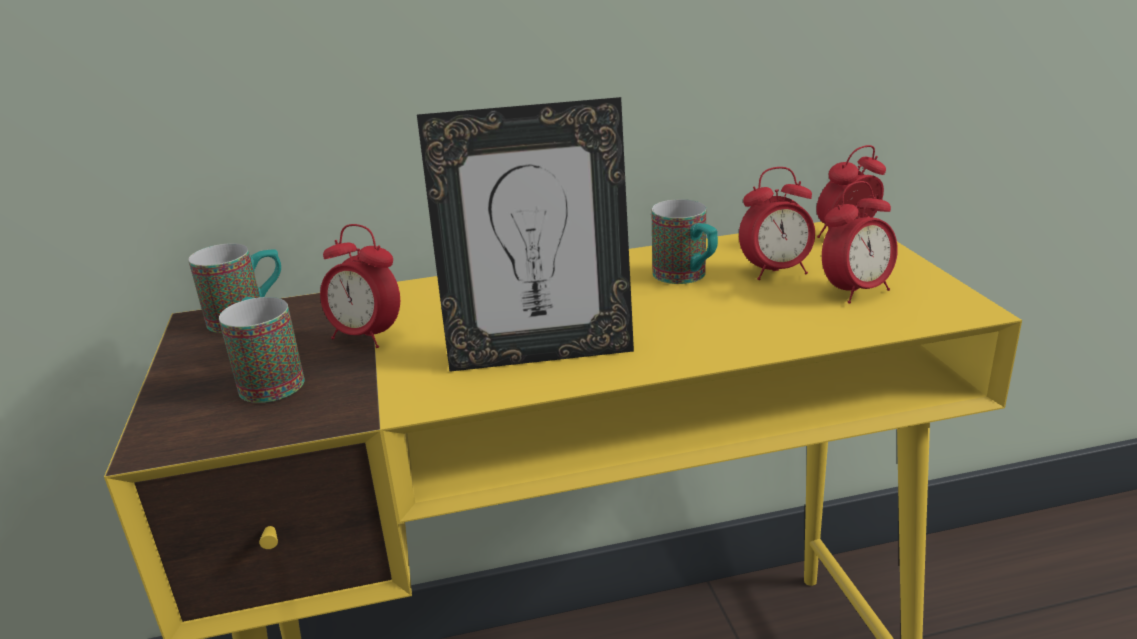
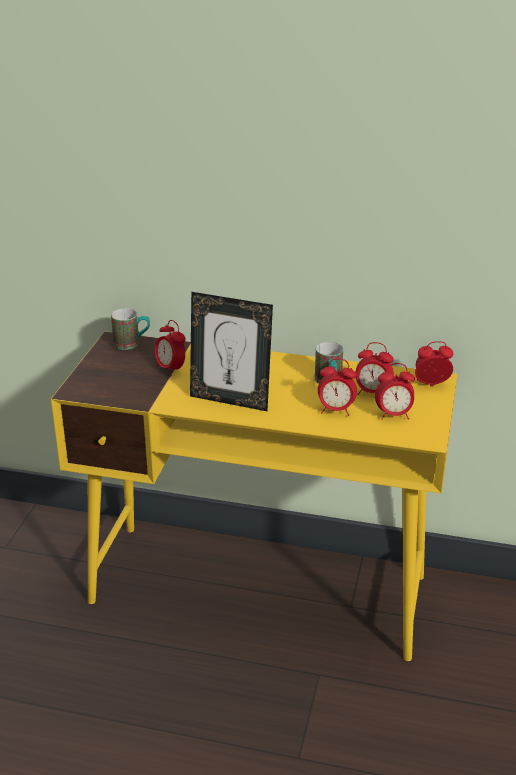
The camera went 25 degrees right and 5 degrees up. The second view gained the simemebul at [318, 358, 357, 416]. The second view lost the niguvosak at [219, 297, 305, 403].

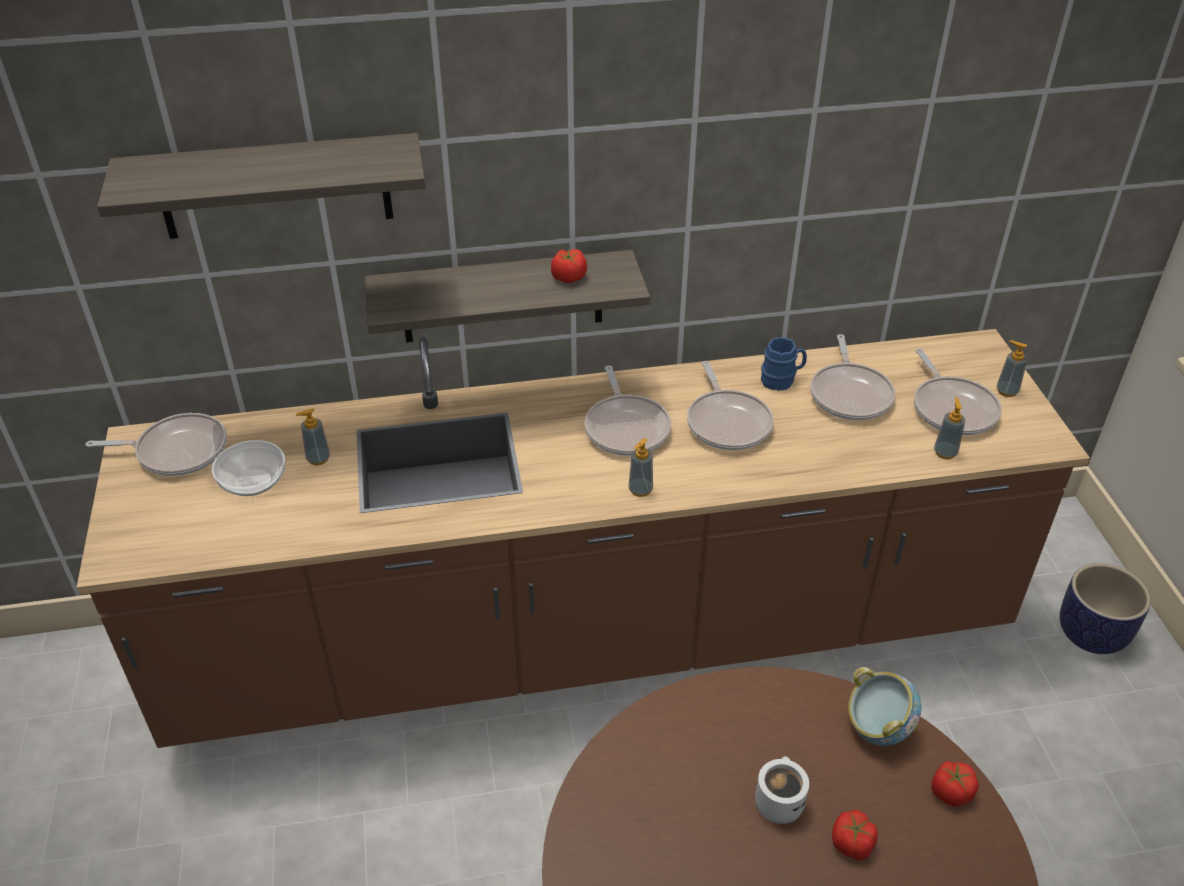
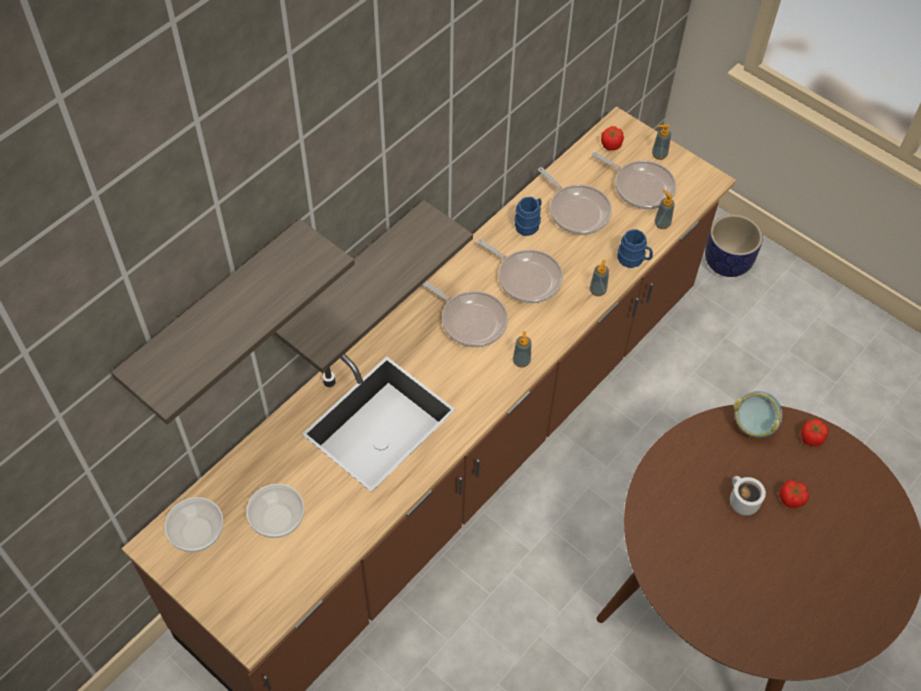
The camera went 40 degrees left and 15 degrees up. Where the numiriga stood at [86, 413, 227, 476], the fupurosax came to stand at [164, 497, 224, 552]. The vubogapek ended up elsewhere, having gone from [296, 408, 330, 466] to [589, 260, 609, 296]. The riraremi ended up elsewhere, having gone from [551, 249, 587, 283] to [601, 126, 624, 150]. The second view gained the niguvosak (blue) at [617, 229, 653, 268].

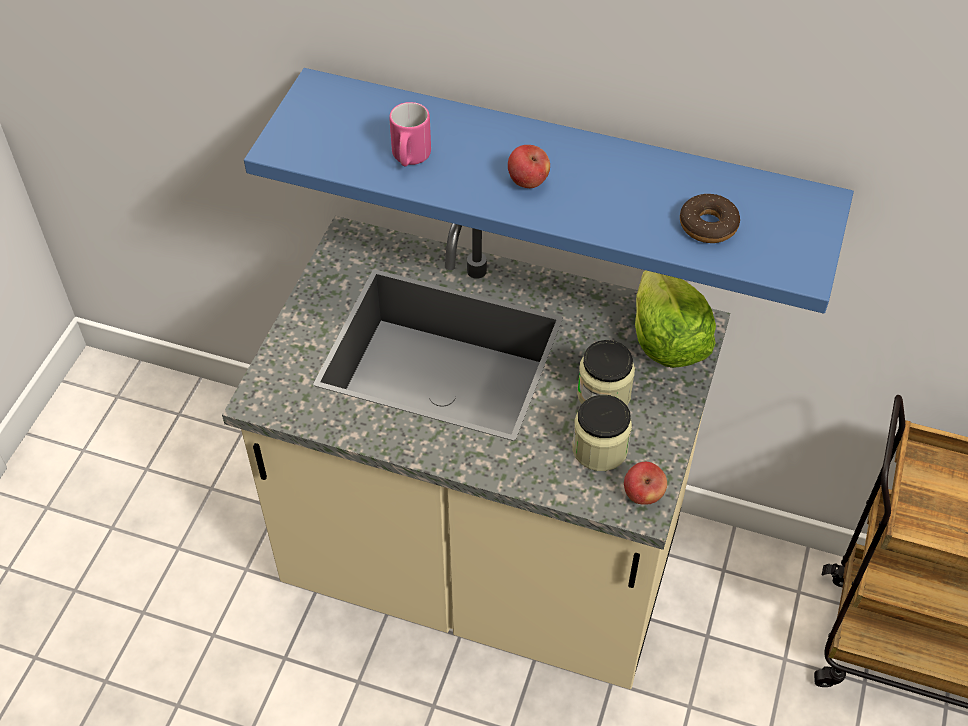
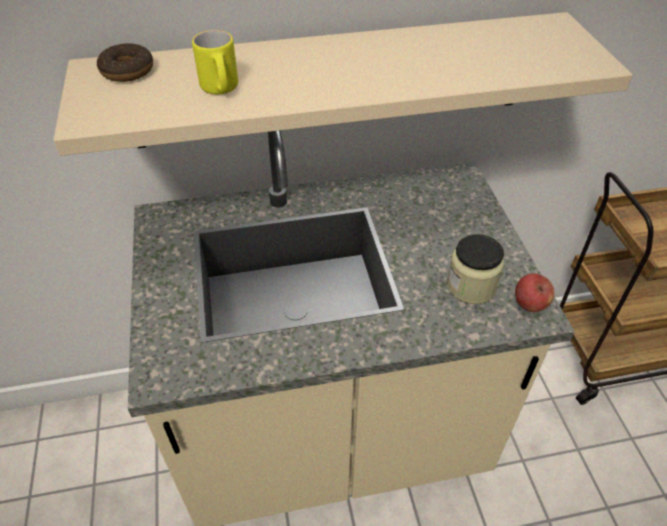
The camera went 30 degrees left and 5 degrees down. What was the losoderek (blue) at [244, 68, 854, 314] turned into the losoderek (beige) at [53, 12, 633, 156]. The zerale ended up elsewhere, having gone from [680, 194, 740, 243] to [97, 43, 153, 82]. What was the niguvosak (pink) at [389, 102, 431, 166] turned into the niguvosak (yellow) at [192, 30, 238, 95]. The second view lost the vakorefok at [508, 145, 550, 188]. The second view lost the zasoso at [577, 340, 635, 406]. The second view lost the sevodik at [635, 270, 716, 368].

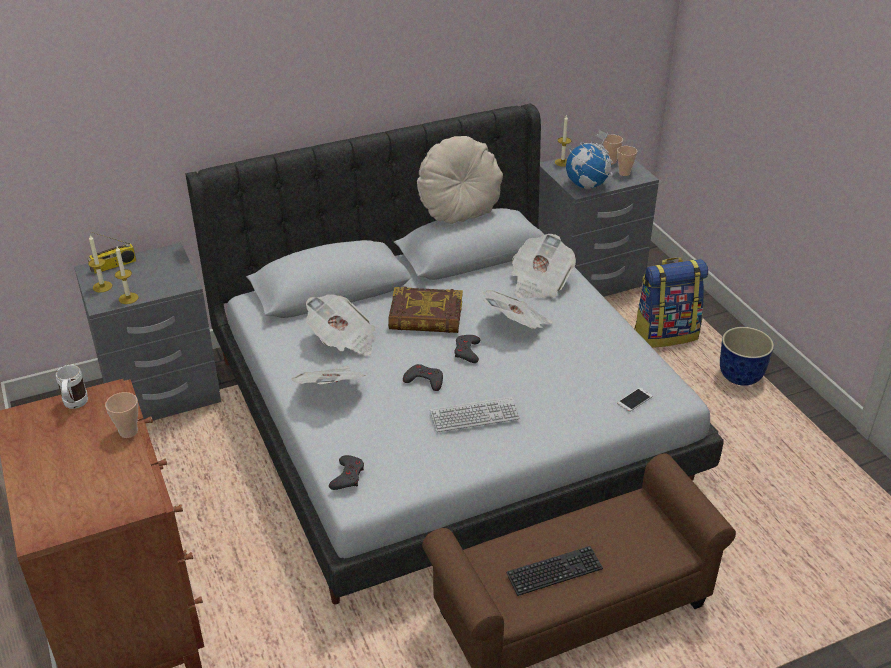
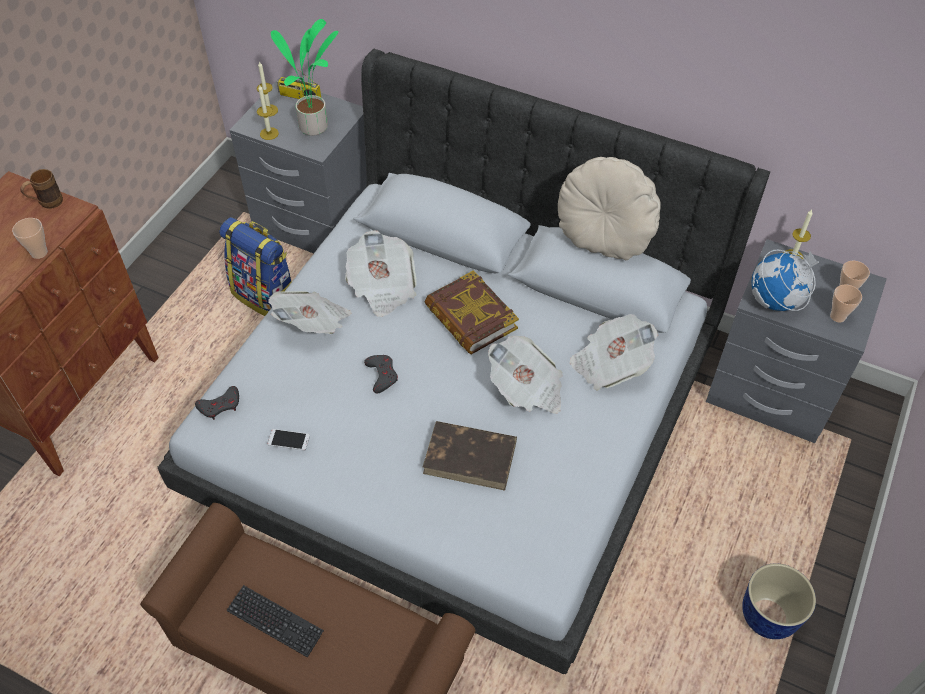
The camera went 50 degrees right and 15 degrees up. What was the niguvosak (white) at [56, 365, 88, 409] turned into the niguvosak (brown) at [20, 169, 63, 209]. The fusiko ended up elsewhere, having gone from [634, 257, 708, 348] to [219, 217, 292, 316]. The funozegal ended up elsewhere, having gone from [617, 388, 653, 412] to [267, 429, 310, 451]. The second view gained the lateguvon at [271, 19, 339, 136]. The second view gained the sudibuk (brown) at [423, 421, 517, 491]. The second view lost the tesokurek at [430, 396, 520, 432]. The second view lost the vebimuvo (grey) at [454, 335, 480, 363].

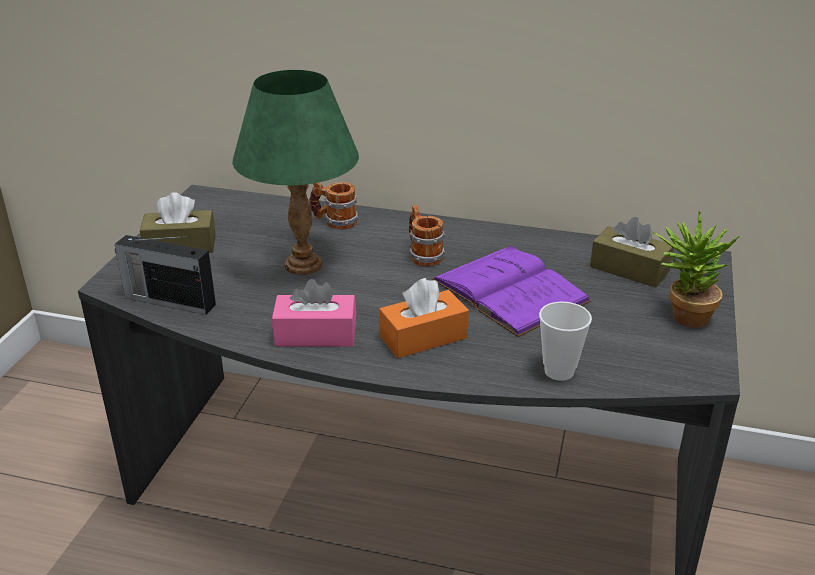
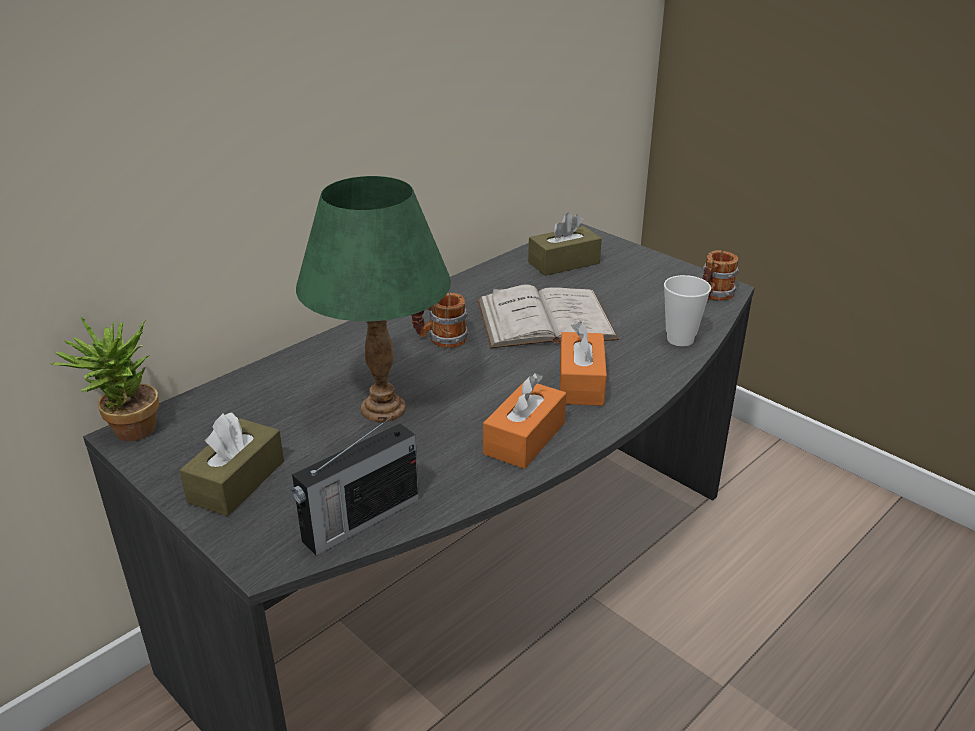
The camera went 60 degrees left and 0 degrees up. The lateguvon ended up elsewhere, having gone from [653, 210, 741, 328] to [50, 317, 159, 441]. What was the sudibuk (purple) at [432, 245, 592, 337] turned into the sudibuk (white) at [477, 285, 619, 348]. What was the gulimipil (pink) at [272, 279, 356, 346] turned into the gulimipil (orange) at [483, 373, 566, 469]. The niguvosak ended up elsewhere, having gone from [309, 182, 359, 230] to [702, 250, 739, 301].

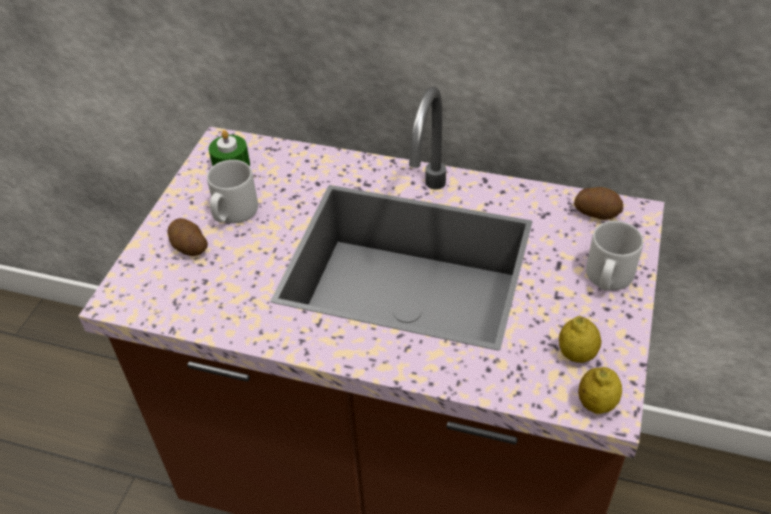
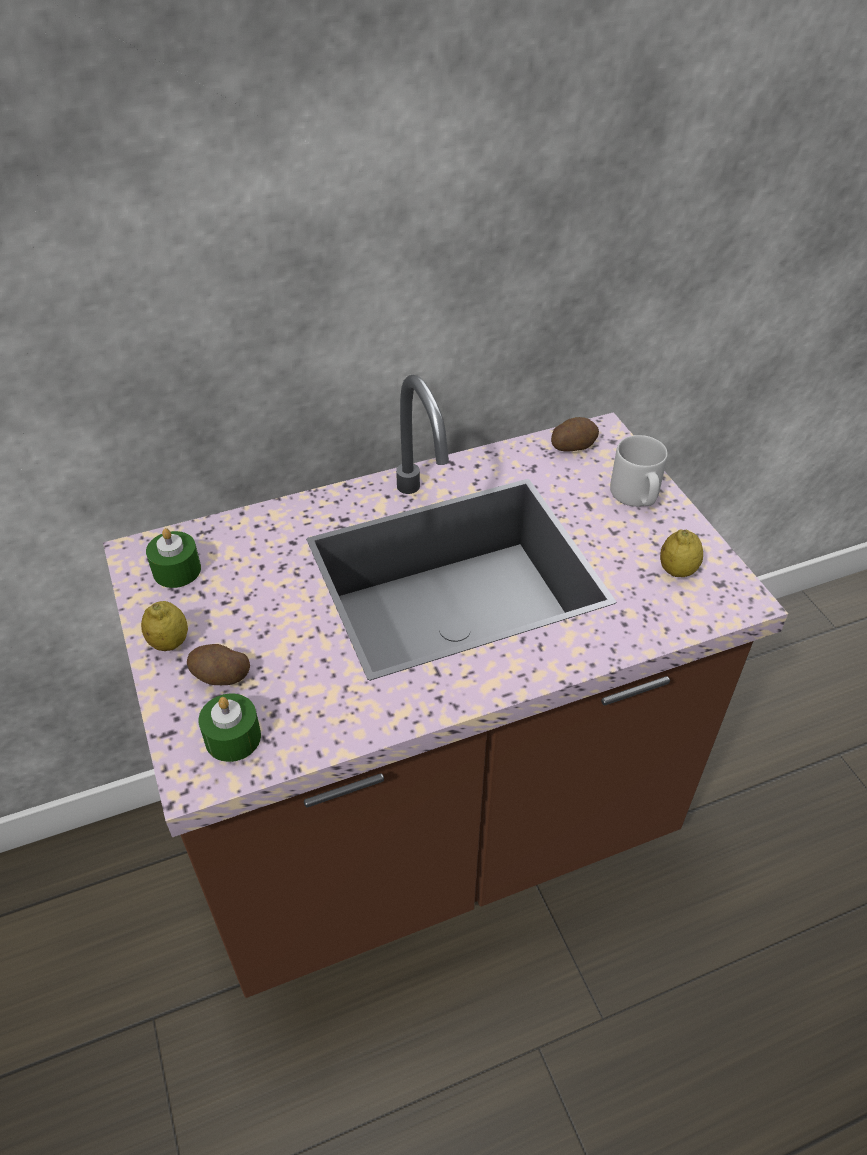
The camera went 40 degrees left and 0 degrees up. The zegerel ended up elsewhere, having gone from [578, 367, 622, 414] to [141, 601, 188, 651]. The second view gained the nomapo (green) at [198, 694, 261, 762]. The second view lost the niguvosak (grey) at [207, 160, 258, 223].

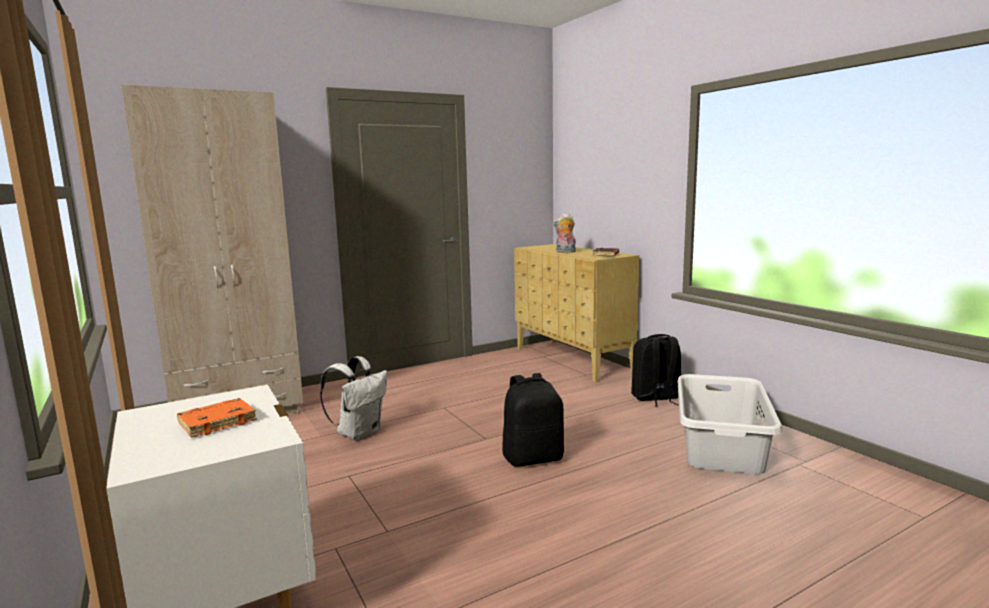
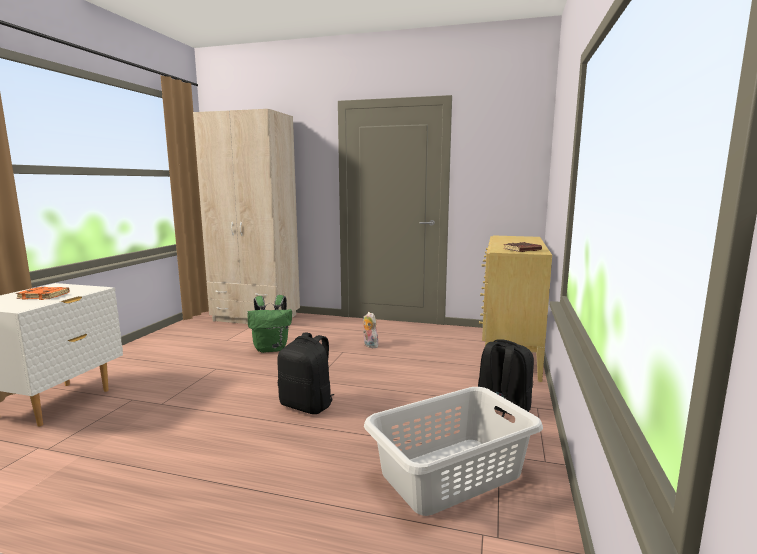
The camera went 45 degrees right and 0 degrees up. What was the fusiko (white) at [320, 356, 387, 441] turned into the fusiko (green) at [247, 295, 292, 353]. The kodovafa ended up elsewhere, having gone from [553, 213, 577, 253] to [363, 312, 379, 348].

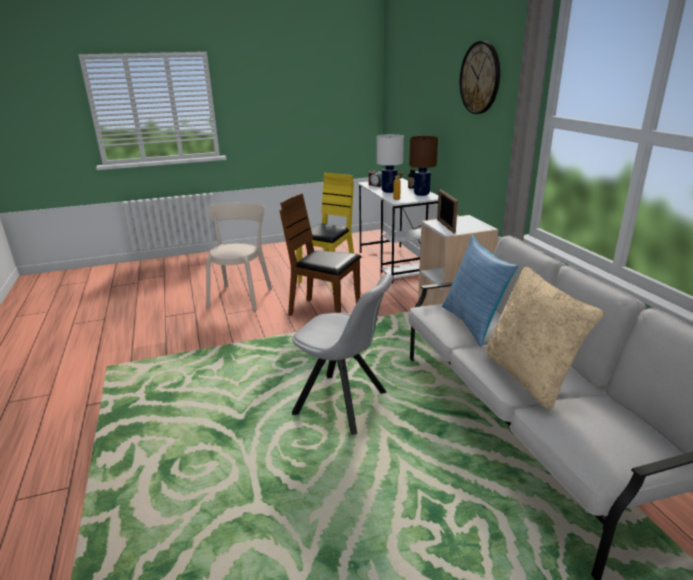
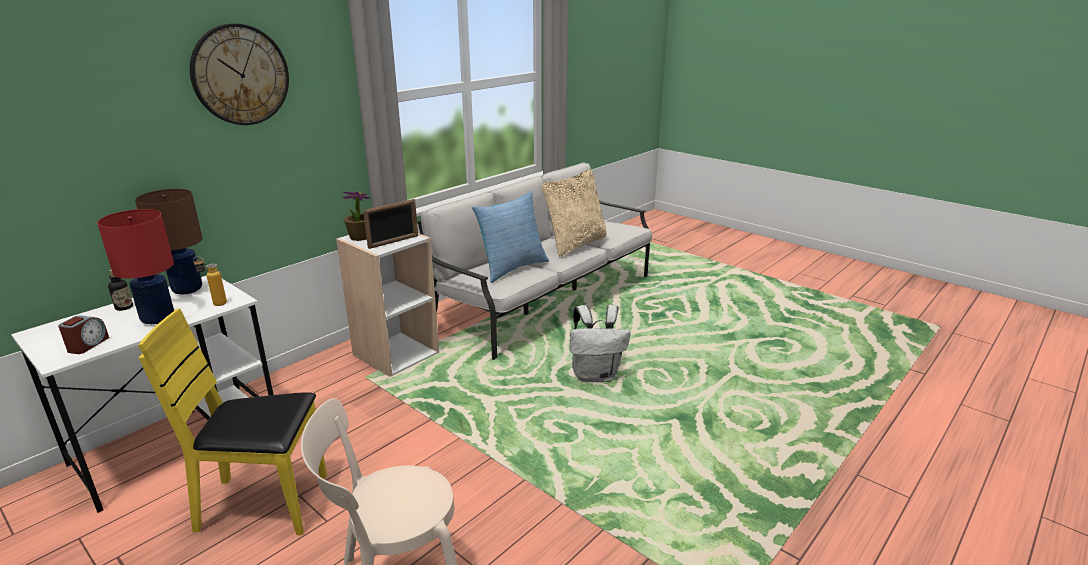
The camera went 120 degrees left and 0 degrees up. What was the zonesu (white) at [377, 134, 404, 193] turned into the zonesu (red) at [97, 209, 174, 325]. The second view gained the lateguvon at [341, 191, 371, 241]. Where the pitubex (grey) stood at [292, 274, 393, 435], the fusiko (white) came to stand at [570, 305, 630, 382]. The second view lost the pitubex (brown) at [279, 193, 361, 316].

